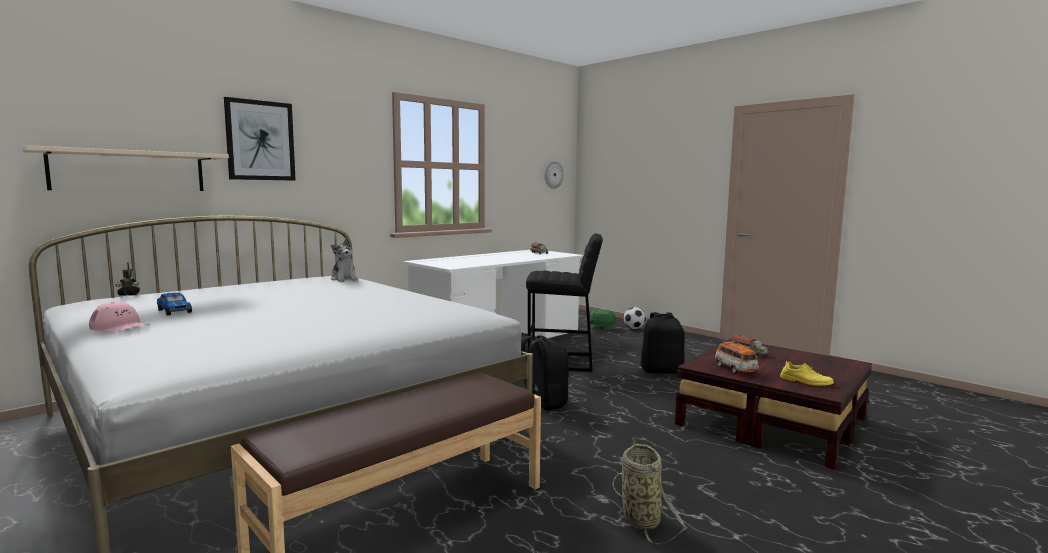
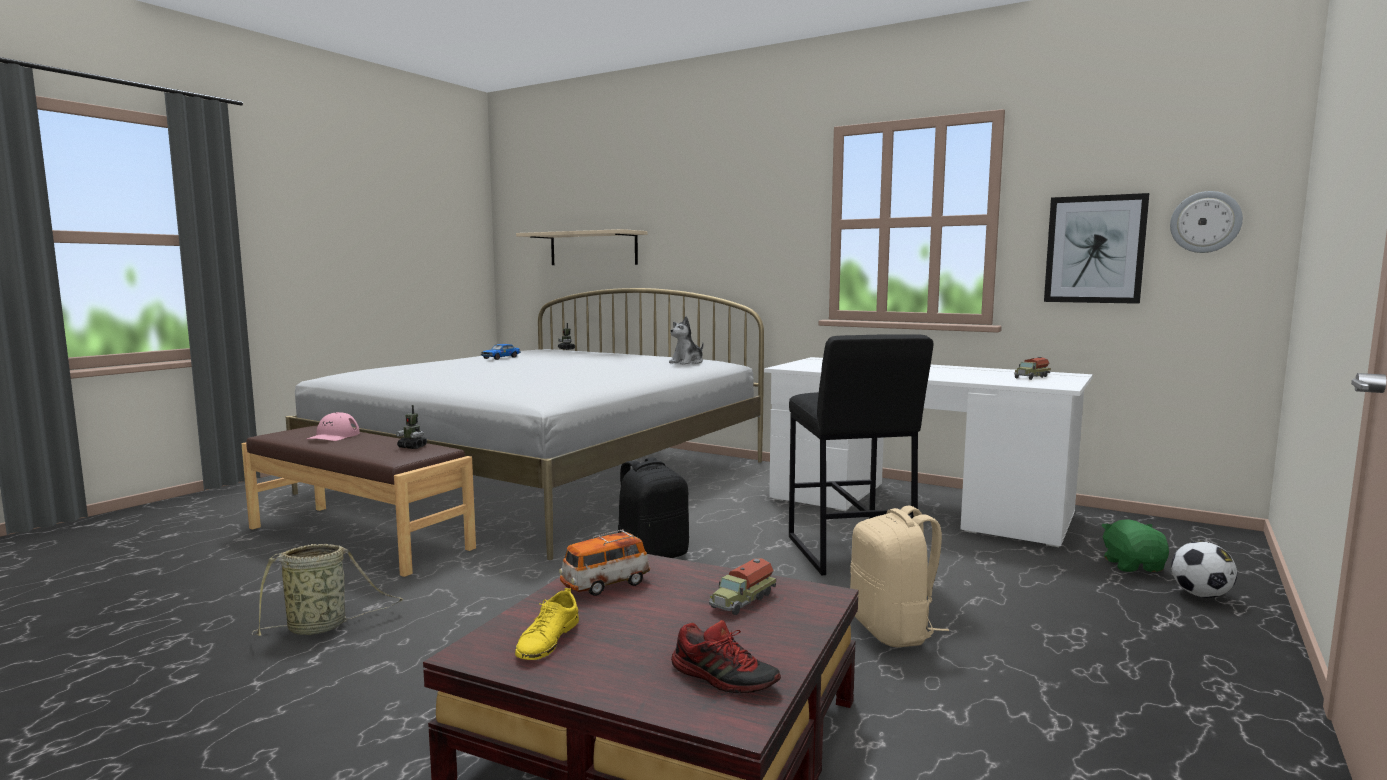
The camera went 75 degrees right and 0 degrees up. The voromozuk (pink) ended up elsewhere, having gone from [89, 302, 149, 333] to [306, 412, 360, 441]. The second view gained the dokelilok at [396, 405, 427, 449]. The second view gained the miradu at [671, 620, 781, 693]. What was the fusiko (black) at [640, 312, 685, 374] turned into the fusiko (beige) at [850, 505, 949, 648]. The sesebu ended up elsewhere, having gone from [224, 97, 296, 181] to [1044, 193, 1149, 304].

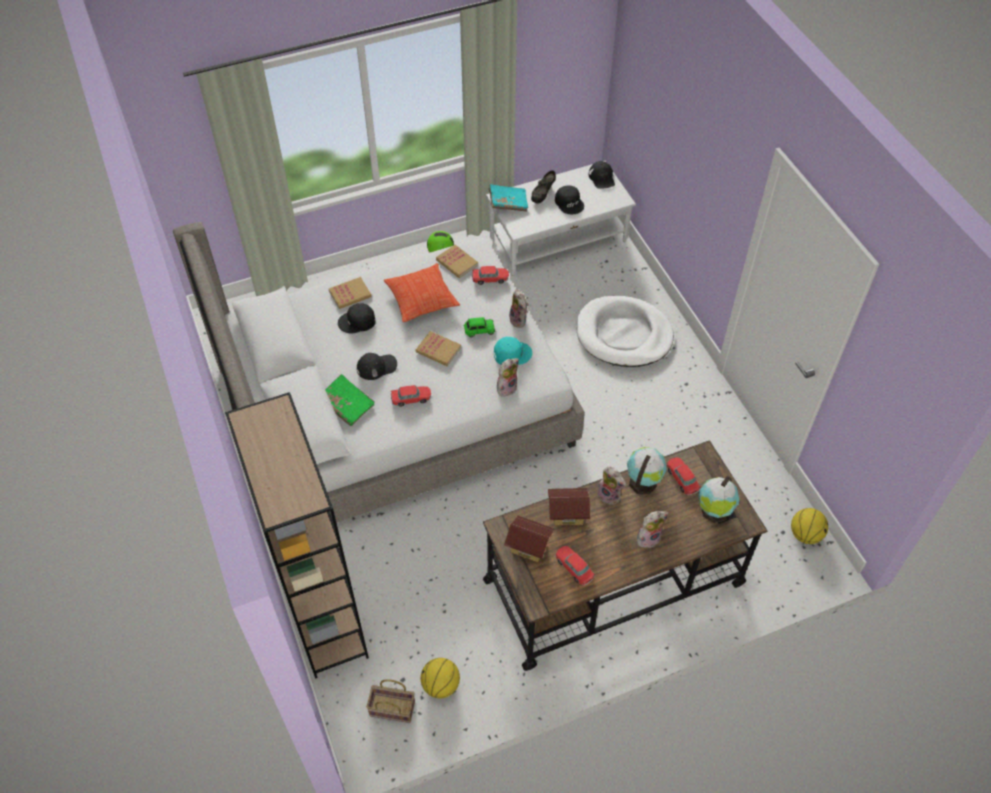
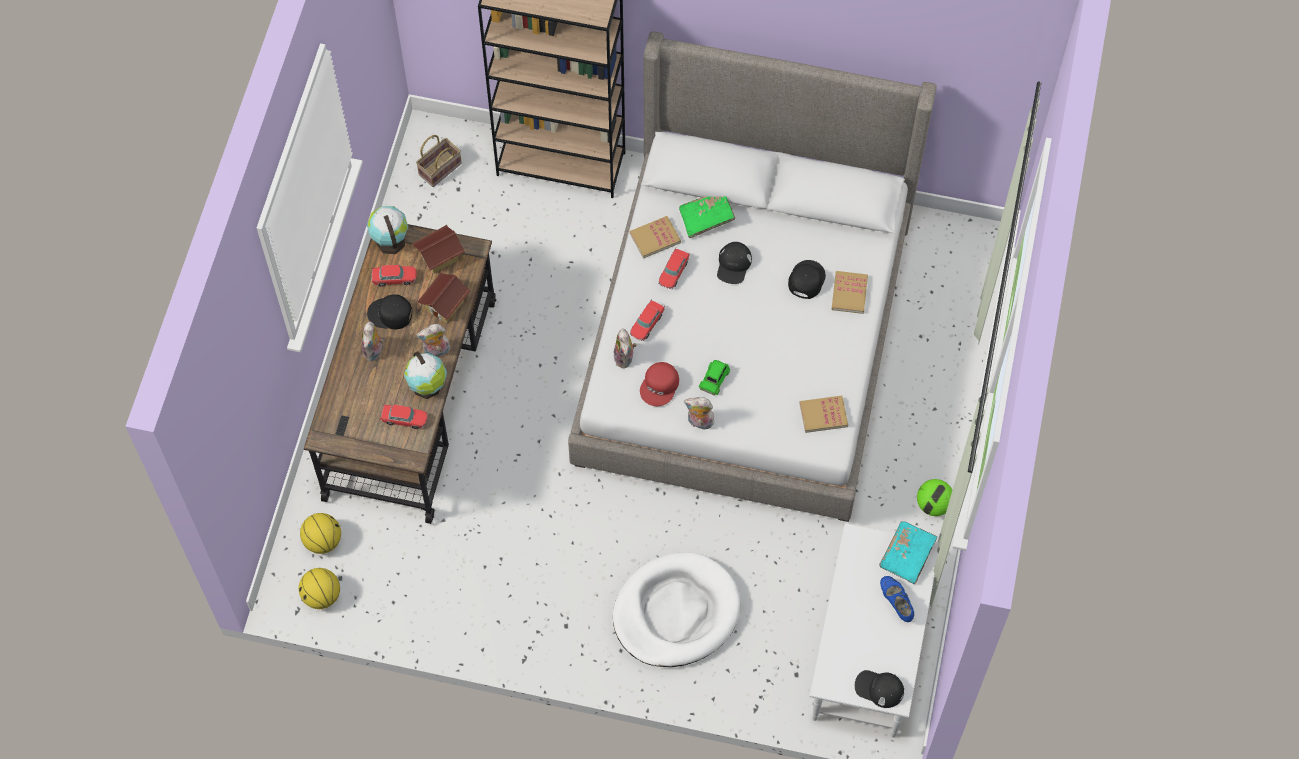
The camera went 125 degrees right and 10 degrees up. The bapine ended up elsewhere, having gone from [421, 658, 460, 698] to [300, 513, 341, 554]. The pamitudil ended up elsewhere, having gone from [698, 476, 740, 523] to [367, 206, 408, 254]. The voromozuk (black) ended up elsewhere, having gone from [555, 186, 584, 214] to [367, 294, 412, 329]. The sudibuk ended up elsewhere, having gone from [416, 331, 461, 366] to [630, 216, 681, 259]. The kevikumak ended up elsewhere, having gone from [472, 266, 509, 285] to [630, 299, 665, 341]. What was the voromozuk (turquoise) at [494, 337, 532, 365] turned into the voromozuk (red) at [640, 362, 679, 406]. What was the miradu (black) at [531, 170, 556, 203] turned into the miradu (blue) at [880, 576, 914, 622]. The second view lost the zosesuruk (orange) at [384, 263, 460, 322].

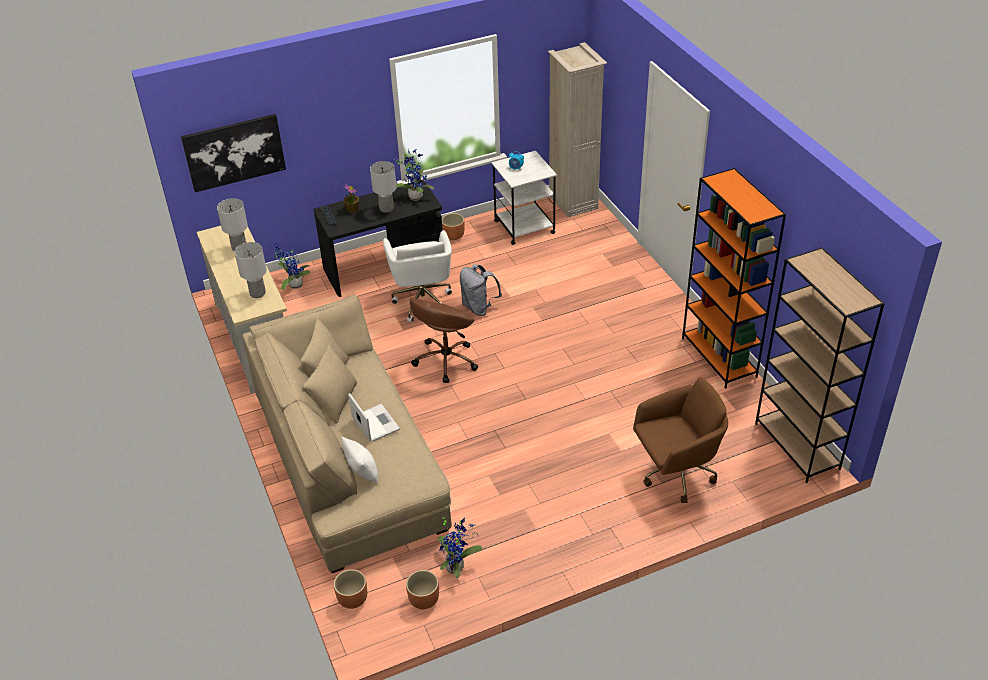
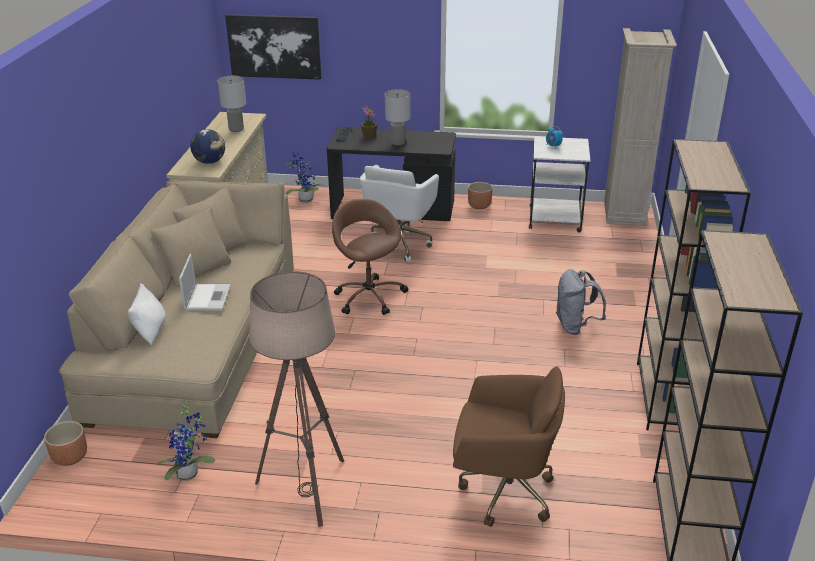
The camera went 30 degrees right and 10 degrees down. Where the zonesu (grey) stood at [235, 242, 267, 298], the pamitudil came to stand at [190, 129, 225, 164]. The second view gained the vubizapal at [249, 271, 344, 527]. The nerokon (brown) at [410, 298, 478, 383] ended up facing another way, 75 degrees clockwise from before. The fusiko (grey) ended up elsewhere, having gone from [460, 264, 502, 316] to [556, 269, 606, 335]. What was the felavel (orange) at [682, 168, 786, 389] turned into the felavel (beige) at [637, 139, 751, 430]. The second view lost the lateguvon at [393, 149, 434, 201]. The second view lost the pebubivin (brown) at [406, 570, 439, 609].

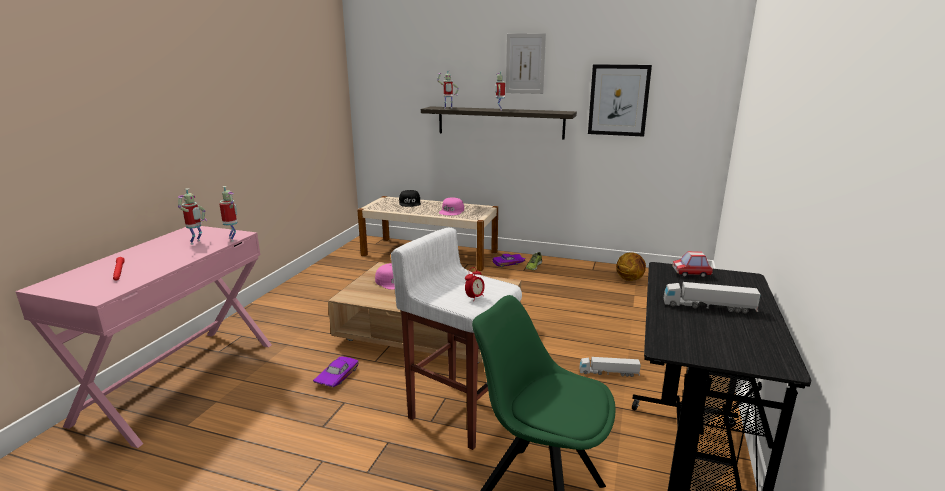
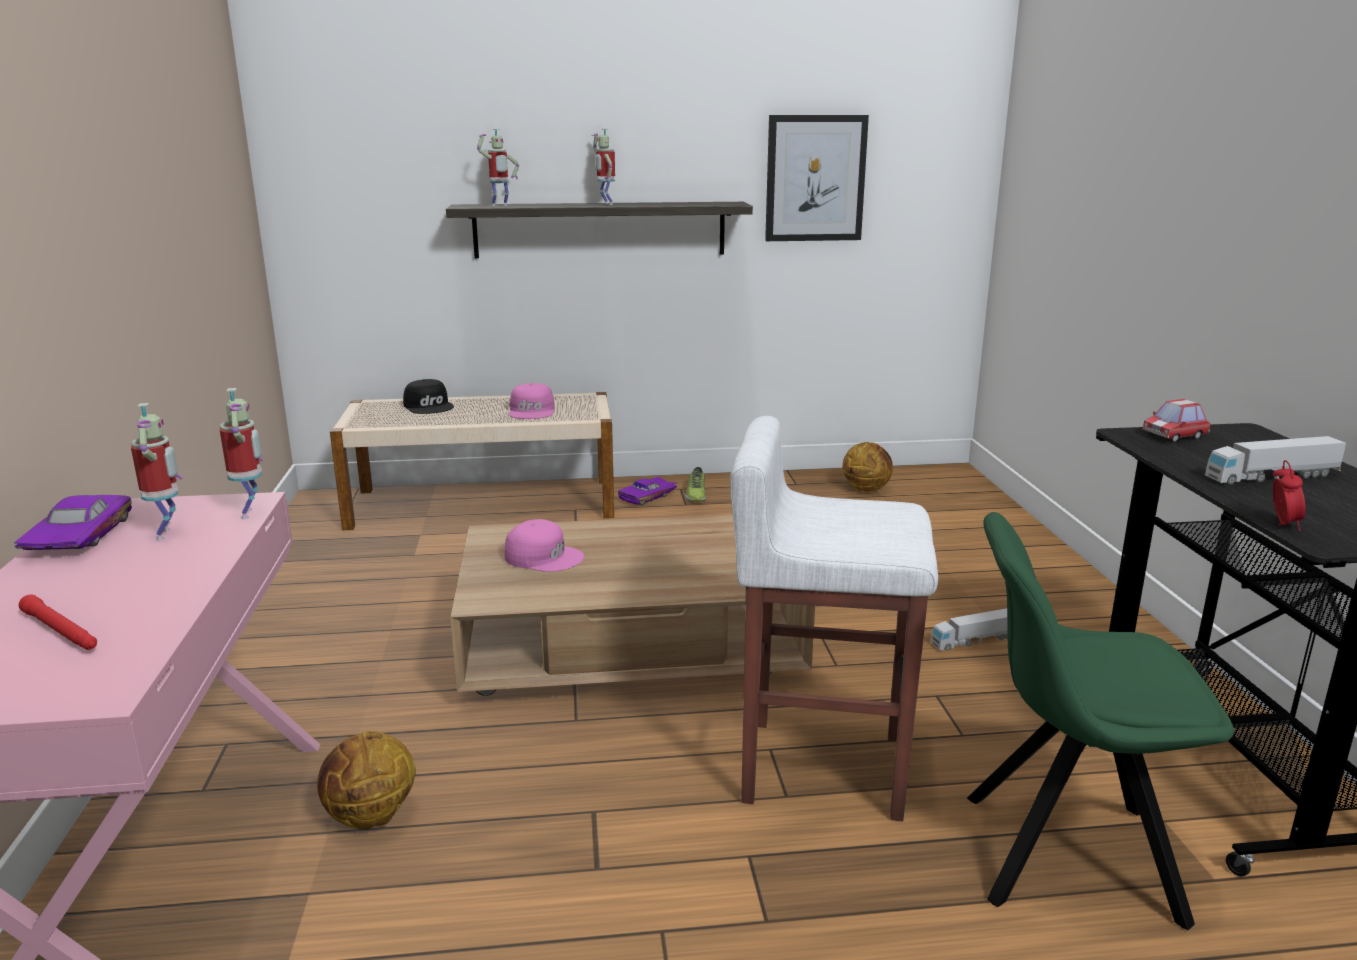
The camera went 25 degrees left and 0 degrees up. The kevikumak (purple) ended up elsewhere, having gone from [313, 356, 359, 387] to [14, 495, 132, 550]. The dokelilok at [219, 186, 237, 242] ended up facing another way, 45 degrees clockwise from before. The second view gained the bapine at [317, 731, 416, 830]. The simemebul ended up elsewhere, having gone from [465, 267, 485, 299] to [1273, 460, 1306, 531]. The second view lost the sesebu at [506, 33, 546, 94].

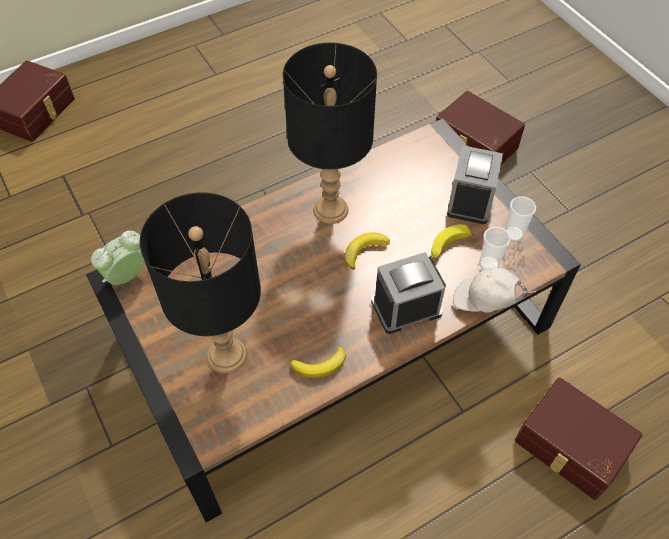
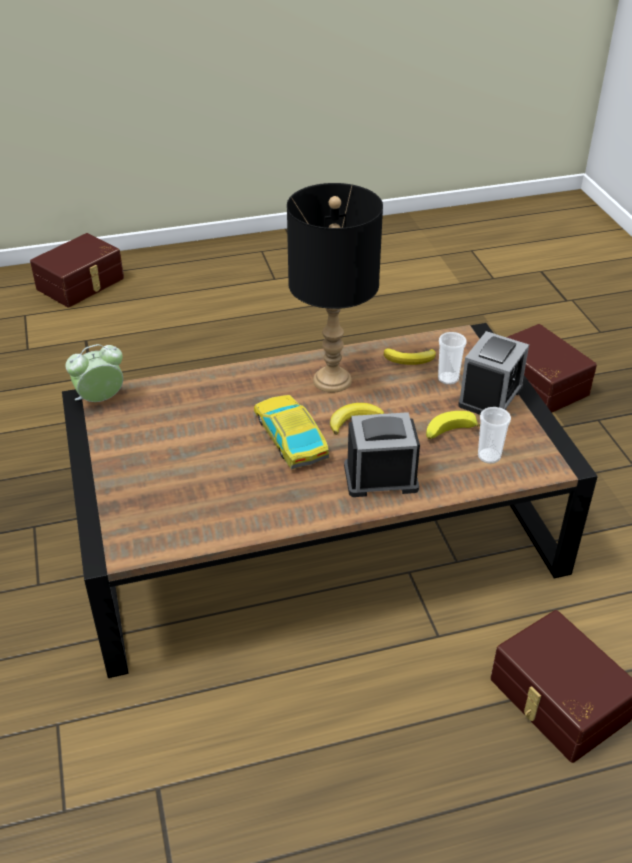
The camera went 15 degrees right and 15 degrees down. The second view gained the kevikumak at [254, 395, 329, 470]. The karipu ended up elsewhere, having gone from [291, 346, 346, 378] to [384, 348, 436, 365]. The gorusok ended up elsewhere, having gone from [505, 196, 536, 242] to [438, 332, 466, 385]. The second view lost the zonesu (black) at [140, 192, 261, 374]. The second view lost the voromozuk (white) at [453, 267, 537, 313].

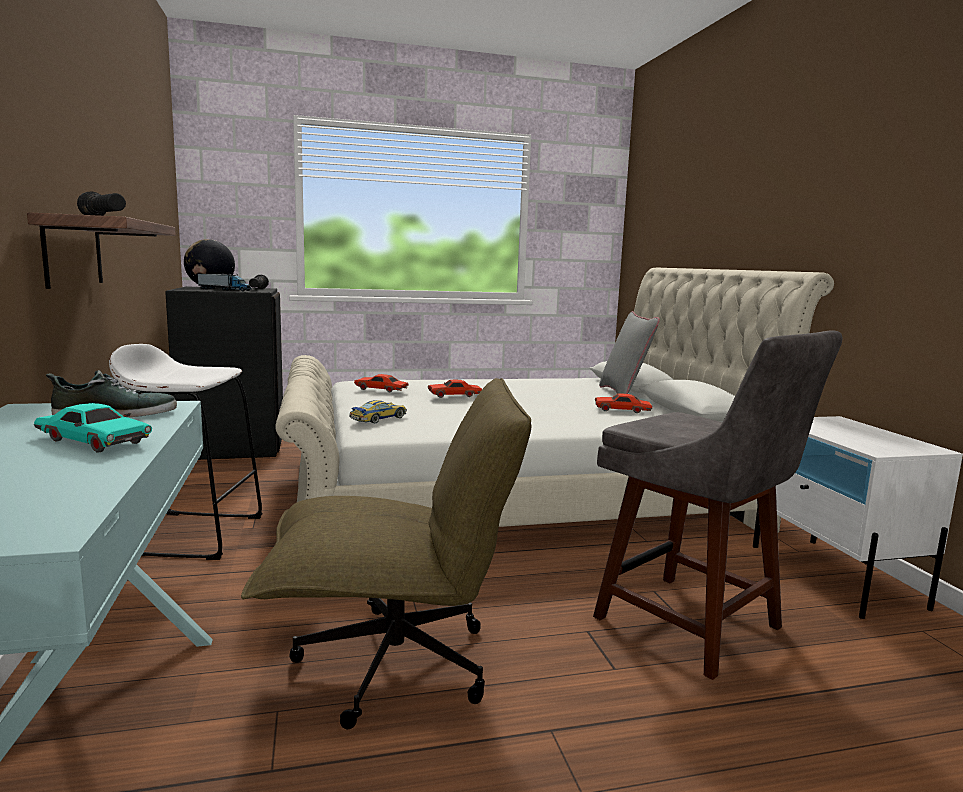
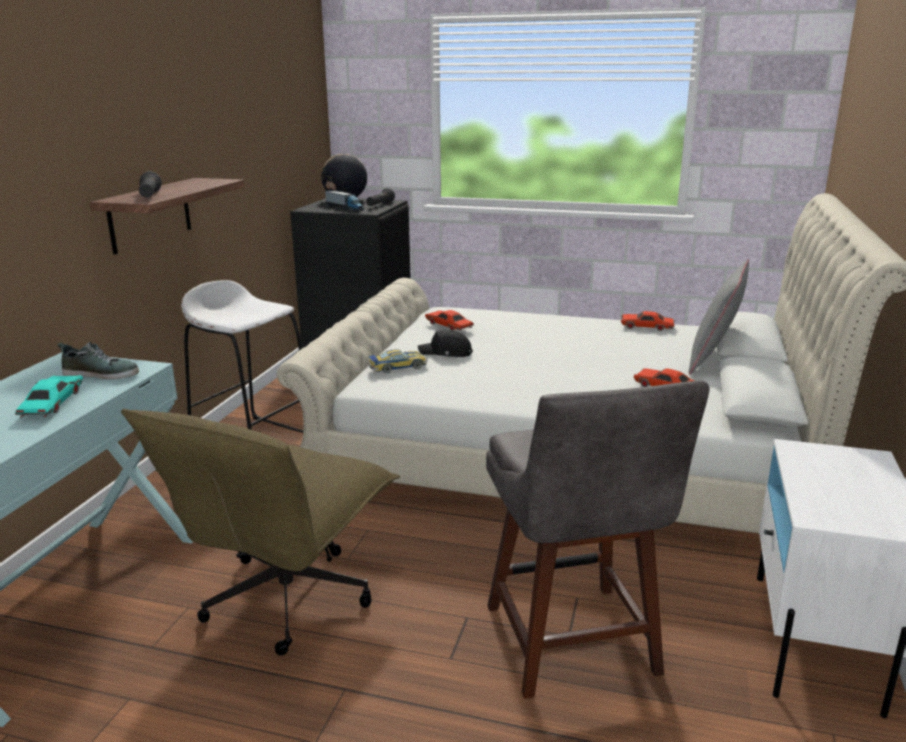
The camera went 30 degrees right and 10 degrees up. The kevikumak (turquoise) at [34, 403, 152, 453] ended up facing another way, 150 degrees counterclockwise from before. The nerokon (beige) at [241, 378, 531, 729] ended up facing another way, 90 degrees clockwise from before. The second view gained the voromozuk (black) at [418, 330, 473, 357]. The kevikumak (red) ended up elsewhere, having gone from [428, 380, 482, 398] to [621, 311, 674, 331].

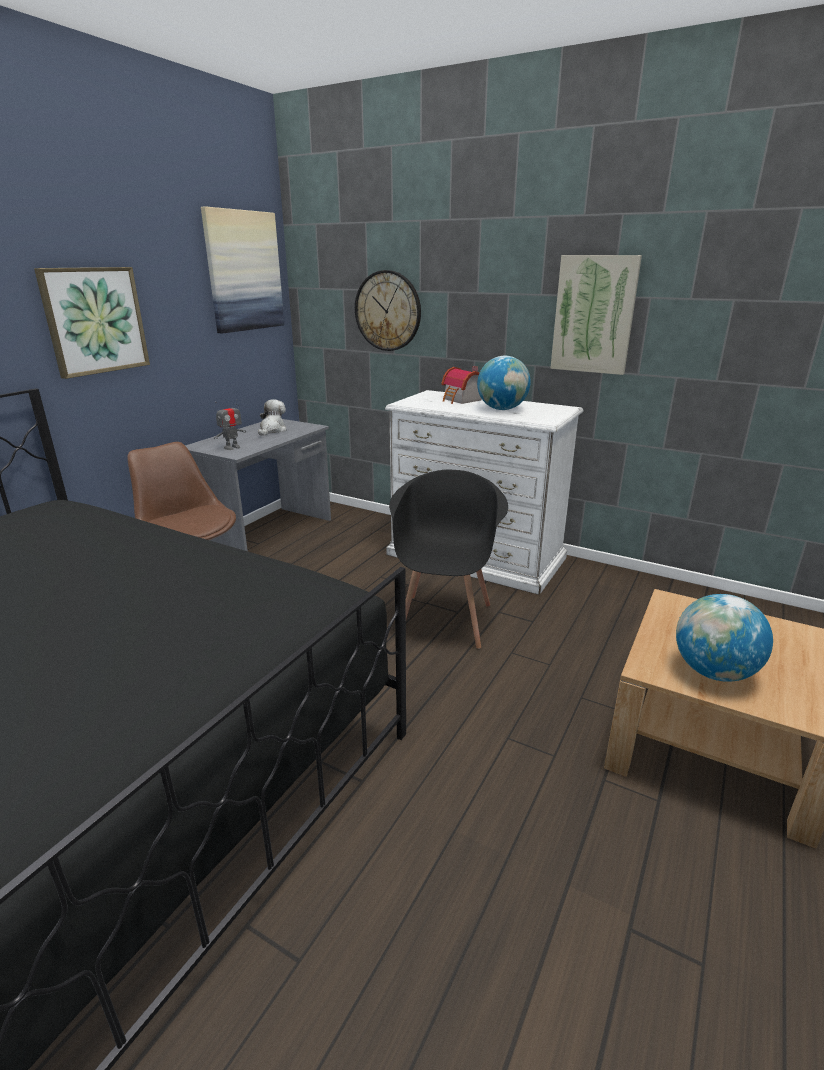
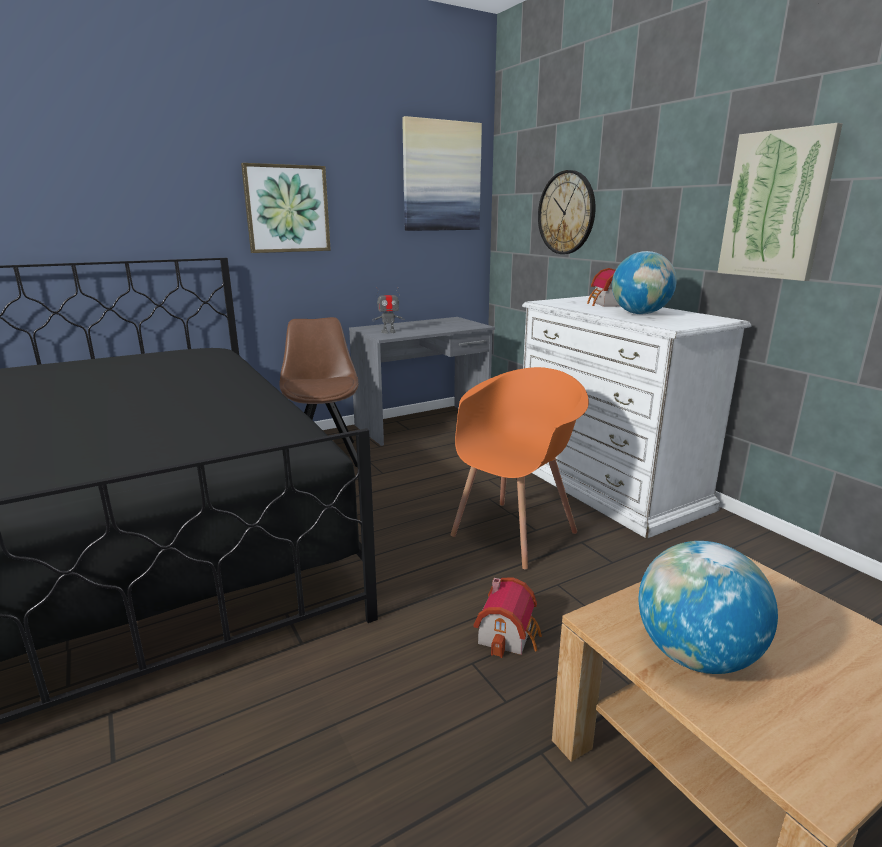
The camera went 30 degrees right and 5 degrees down. What was the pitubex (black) at [389, 470, 508, 649] turned into the pitubex (orange) at [450, 367, 589, 570]. The second view gained the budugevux at [473, 577, 542, 658]. The second view lost the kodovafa at [258, 399, 287, 436].

